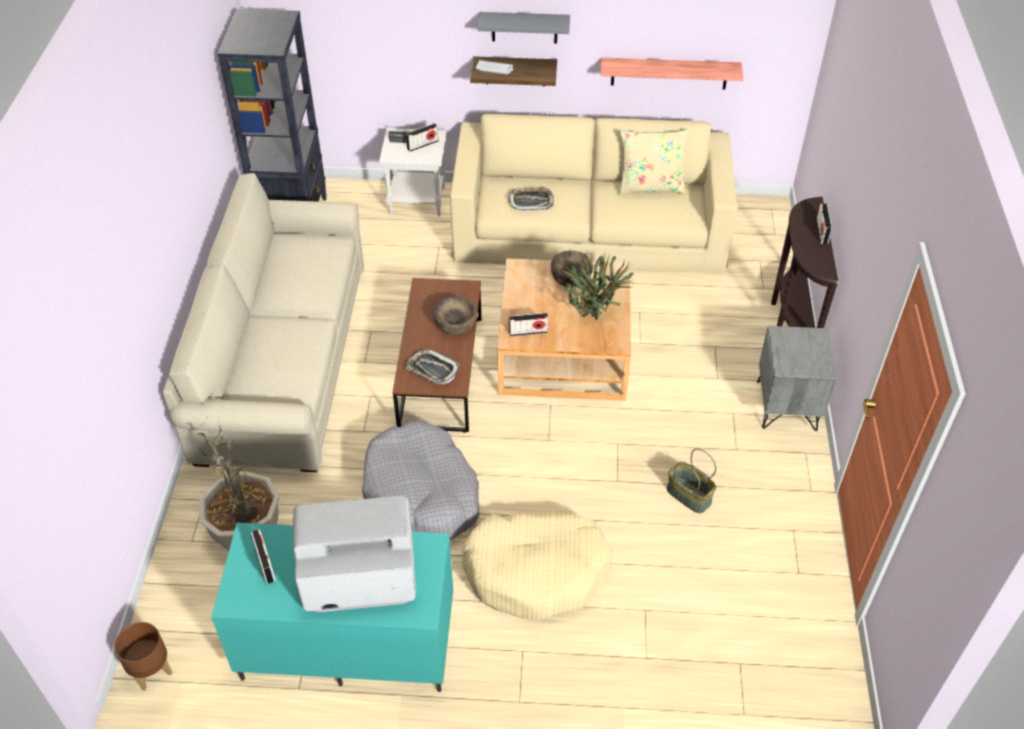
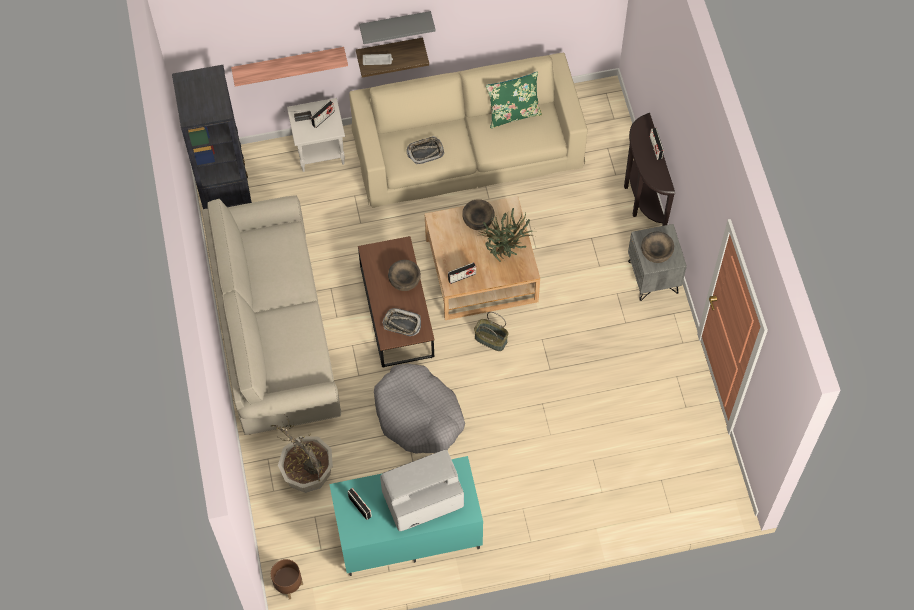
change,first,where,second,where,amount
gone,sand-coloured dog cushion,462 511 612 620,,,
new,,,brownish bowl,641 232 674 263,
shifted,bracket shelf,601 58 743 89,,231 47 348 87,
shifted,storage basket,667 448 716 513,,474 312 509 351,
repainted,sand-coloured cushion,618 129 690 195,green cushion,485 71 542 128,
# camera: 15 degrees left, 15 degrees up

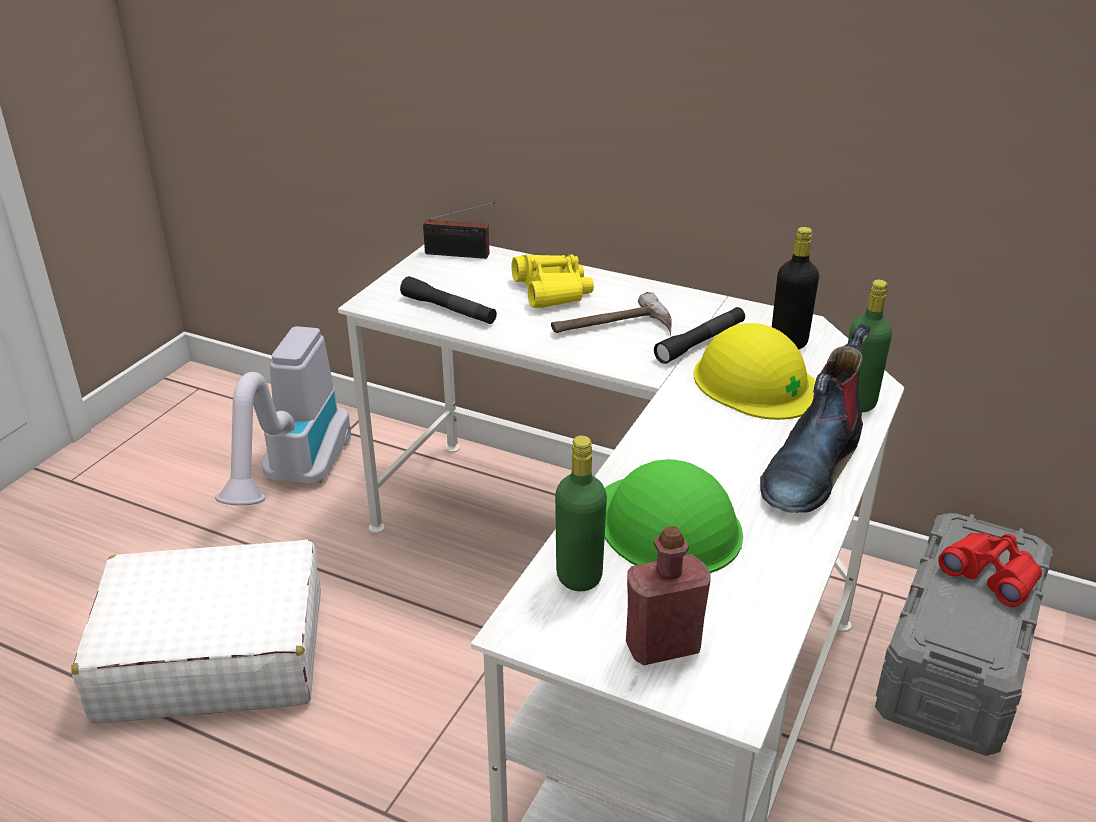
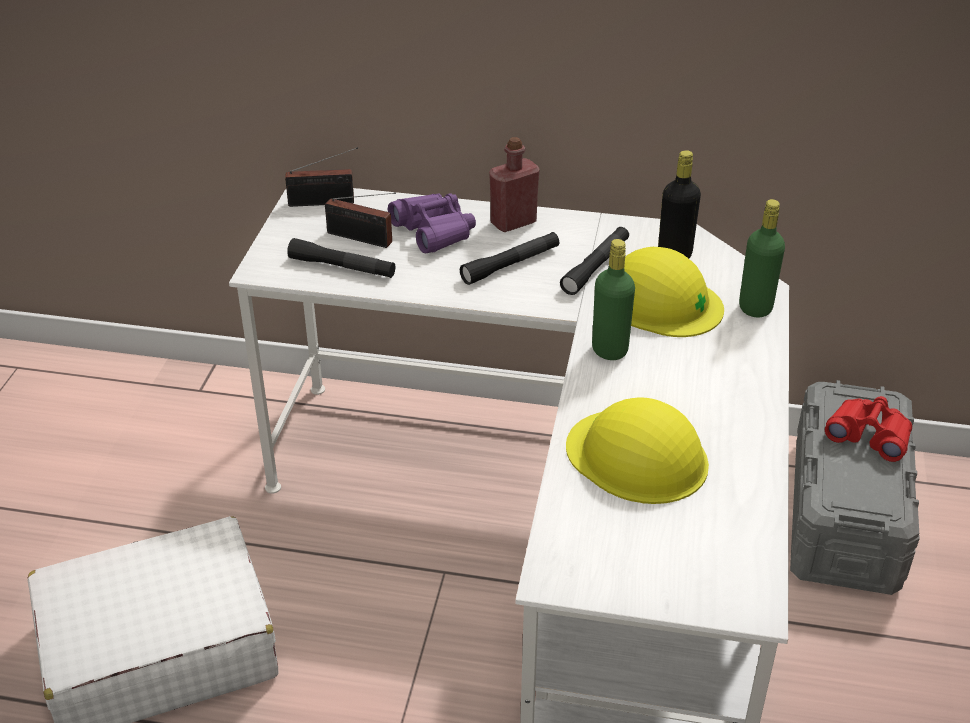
change,first,where,second,where,amount
gone,vacuum cleaner,215 326 351 505,,,
gone,tall boot,760 324 870 513,,,
new,,,radio set,325 192 396 248,
shifted,green beverage bottle,555 435 607 591,,592 239 635 360,
shifted,red beverage bottle,626 526 711 665,,489 137 540 232,
swapped,tool hammer,551 292 672 337,black flashlight,460 232 559 285,
repainted,yellow-coloured field glasses,511 254 594 308,purple-coloured field glasses,388 193 476 253,
repainted,green safety helmet,605 459 743 573,yellow-coloured safety helmet,566 398 709 504,
# camera: 15 degrees left, 5 degrees up

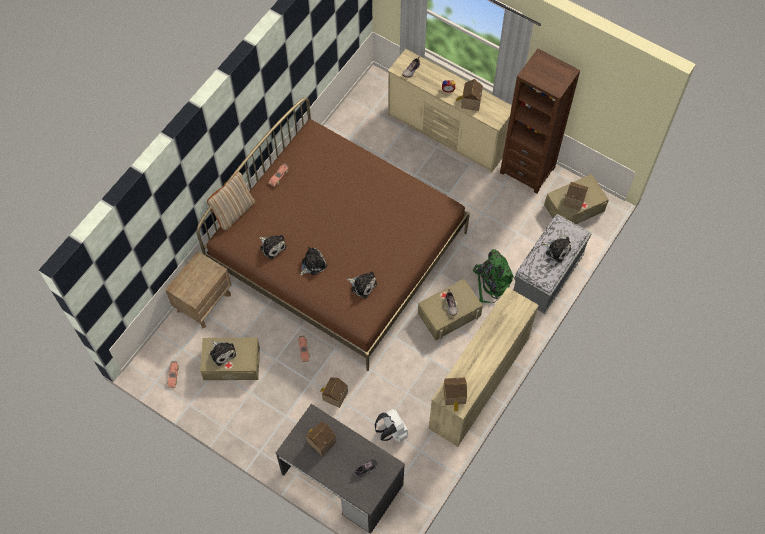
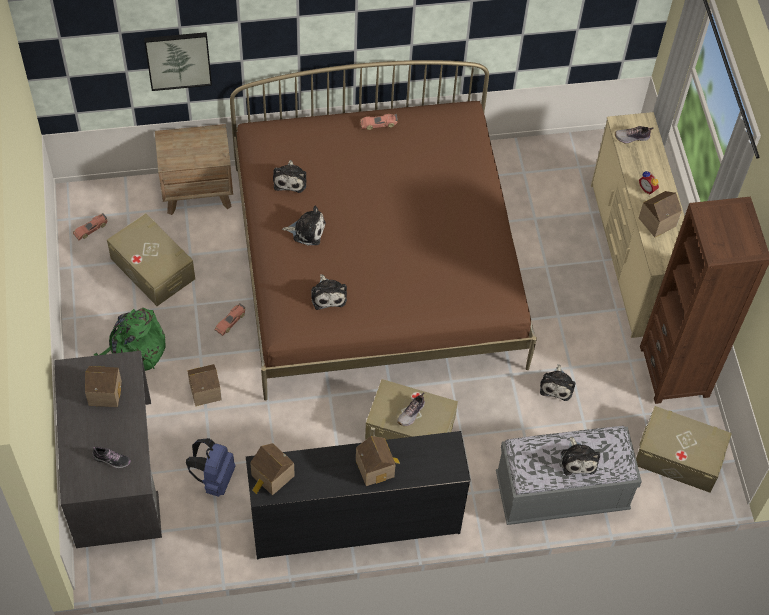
change,first,where,second,where,amount
gone,sand-coloured cushion,207 172 255 230,,,
new,,,wall picture,144 32 212 91,
shifted,plush toy,210 340 236 366,,540 364 575 401,
shifted,green backpack,473 249 515 303,,94 308 166 371,
shifted,miniature house,563 182 588 210,,356 436 400 486,
repainted,white backpack,375 409 408 442,blue backpack,186 438 236 497,
repainted,sand-coloured drawer chest,429 287 539 447,black drawer chest,246 431 471 560,
# camera: 45 degrees right, 5 degrees down

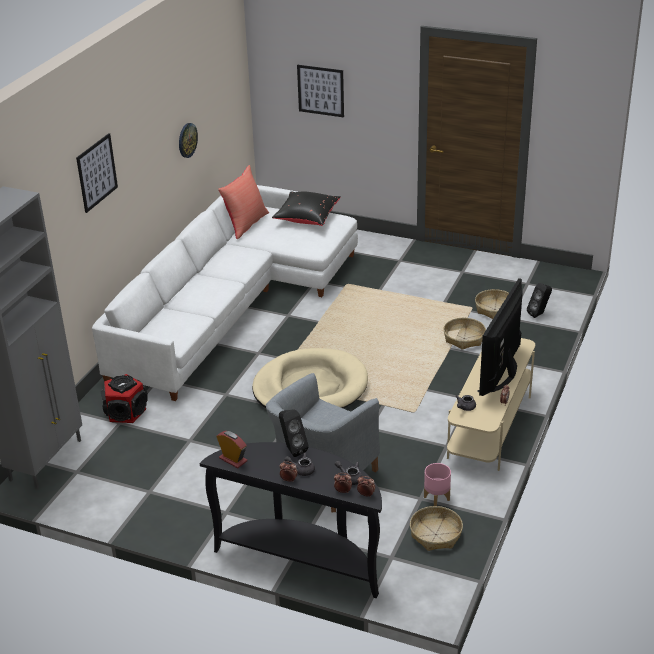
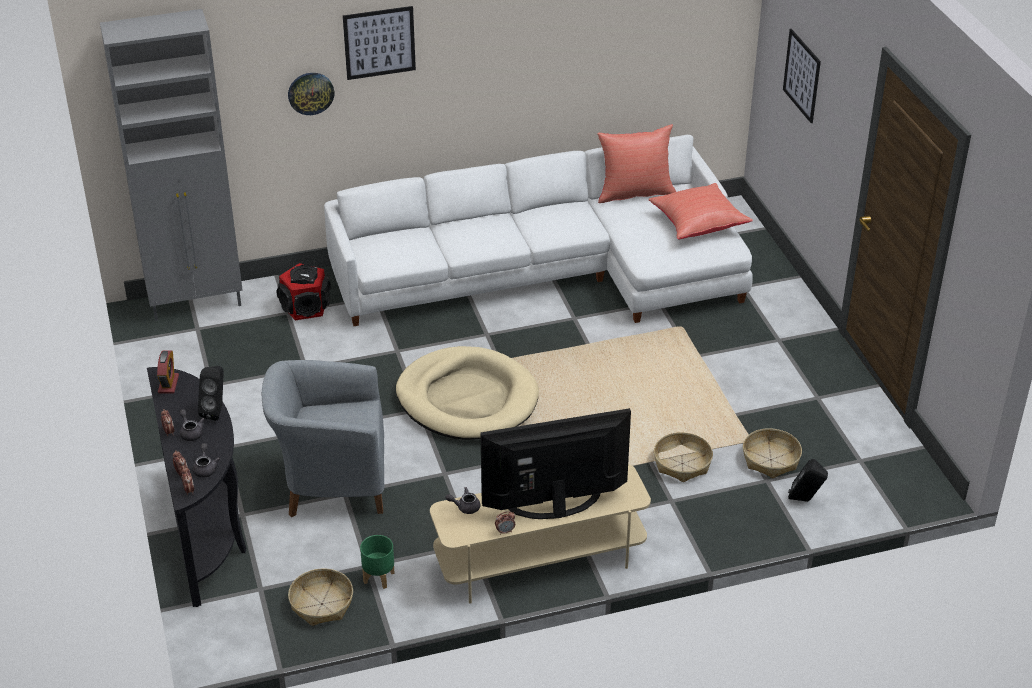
change,first,where,second,where,amount
shifted,clock on the wall,179 123 198 158,,288 73 334 115,
repainted,black cushion,272 191 341 226,red cushion,648 183 753 239,
repainted,pinkish planter,424 463 451 506,green planter,360 535 395 589,
# camera: 50 degrees right, 5 degrees up

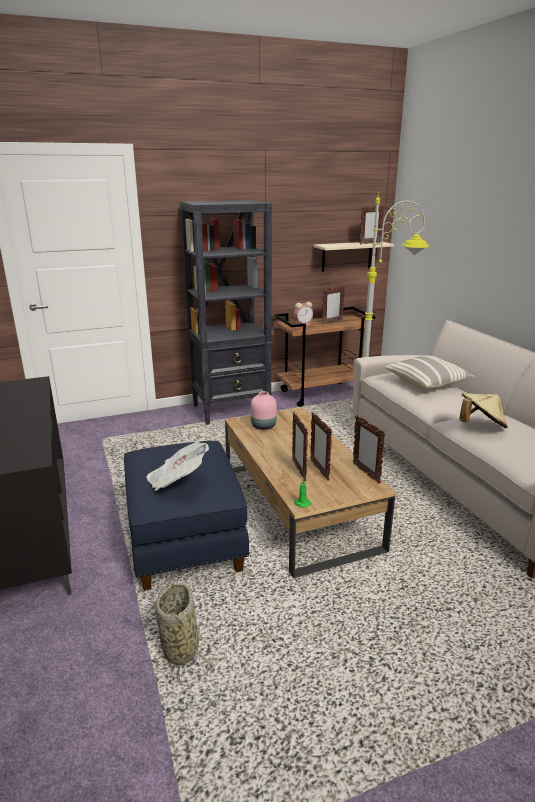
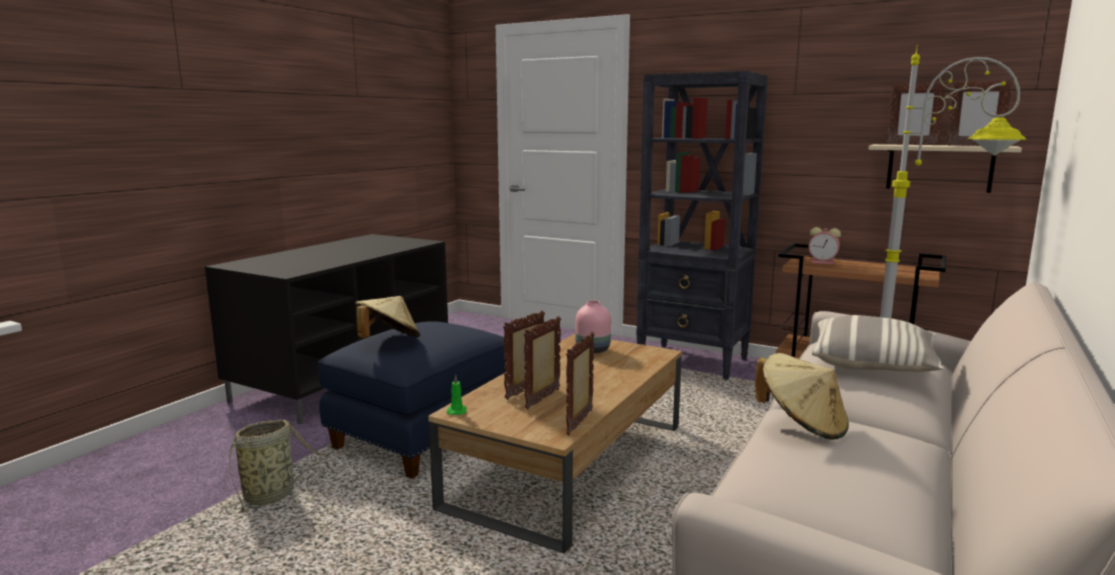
change,first,where,second,where,amount
shifted,picture frame,322 286 345 325,,887 82 946 145,
swapped,printed paper,146 441 209 491,sand-coloured hat,355 296 421 338,
# camera: 50 degrees right, 10 degrees down

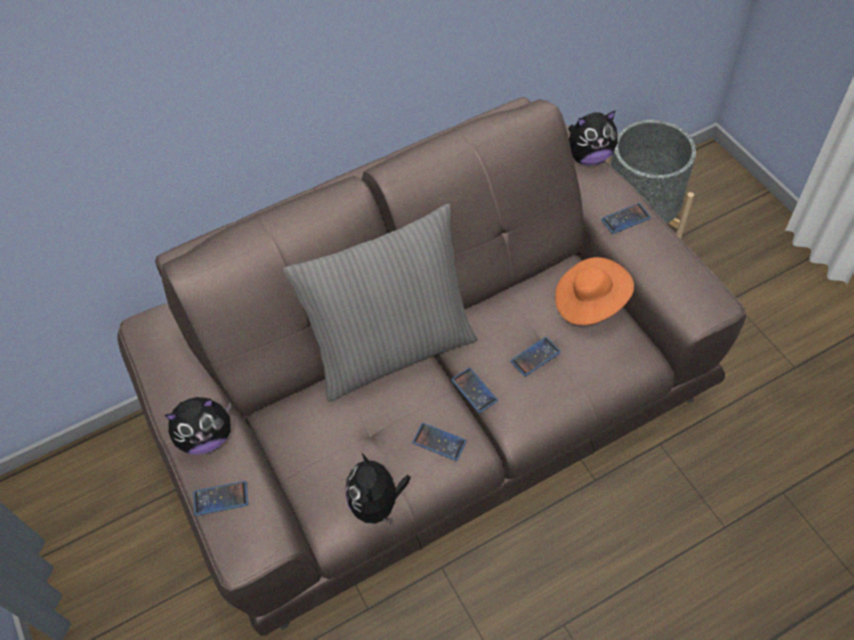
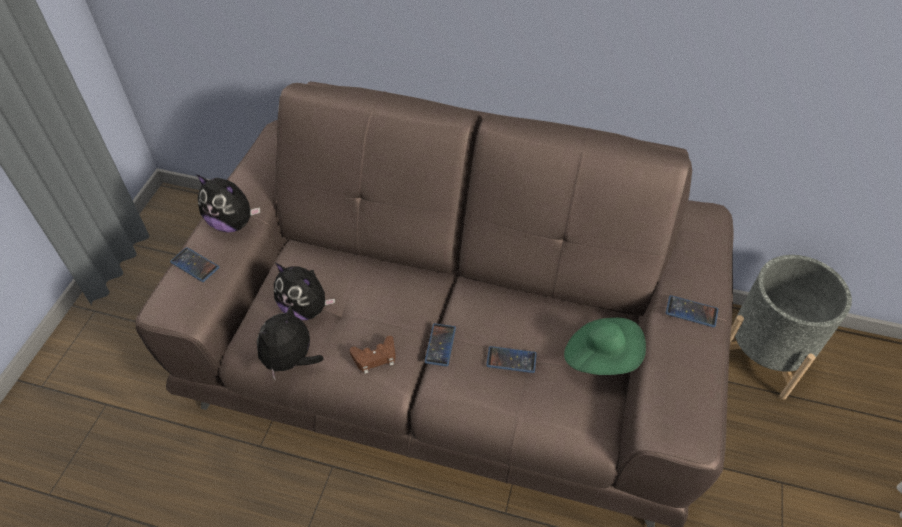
change,first,where,second,where,amount
gone,gray cushion,283 204 478 402,,,
shifted,plush toy,568 110 618 166,,274 263 335 320,
swapped,handset,412 423 467 461,brownish game controller,350 336 396 374,
repainted,orange-coloured hat,555 257 634 325,green hat,564 318 646 375,
# camera: 40 degrees right, 5 degrees down

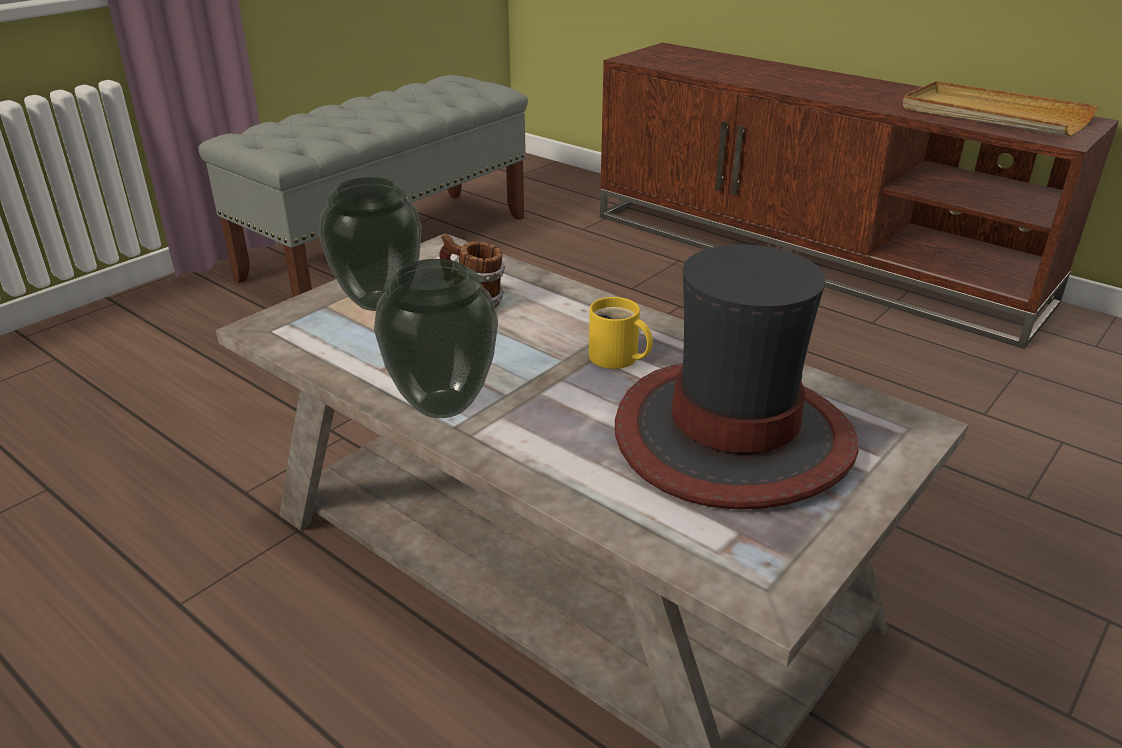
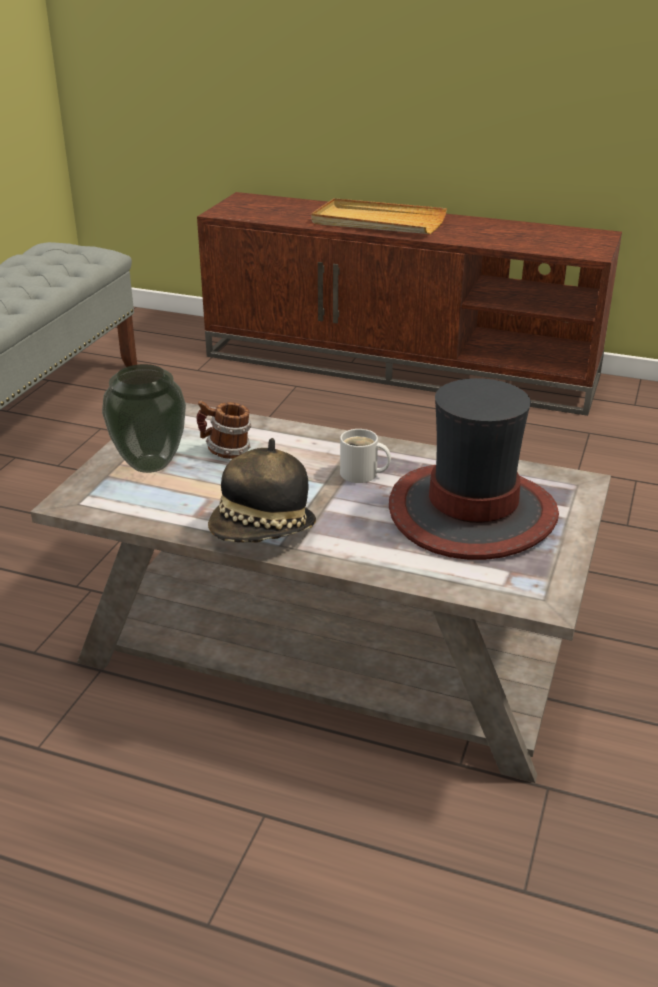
change,first,where,second,where,amount
shifted,sand-coloured serving tray,903 81 1098 137,,311 198 447 234,
swapped,vase,374 259 498 418,hat,208 438 316 543,
repainted,yellow-coloured tea mug,589 297 653 369,white tea mug,340 429 391 483,
# camera: 20 degrees left, 0 degrees up

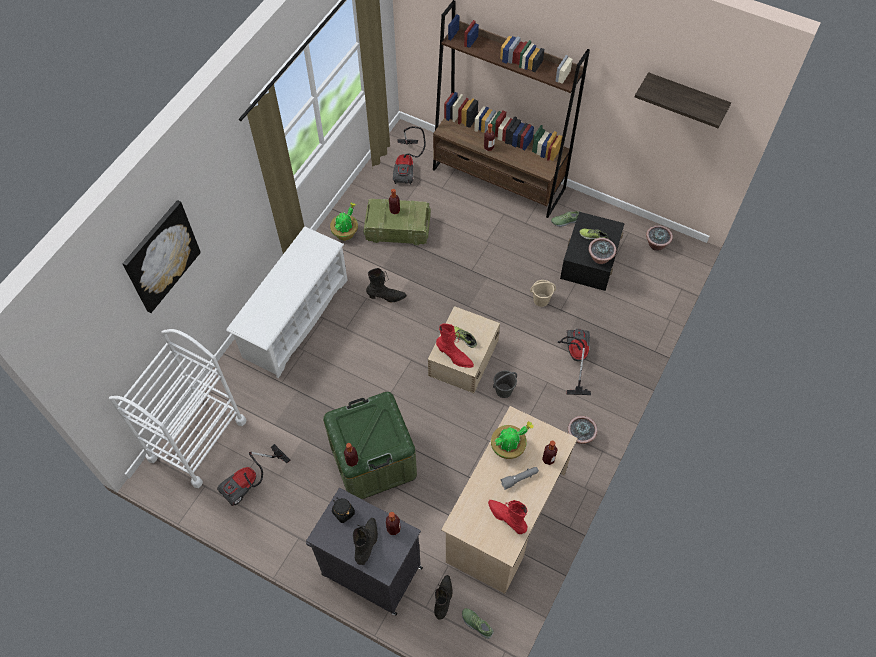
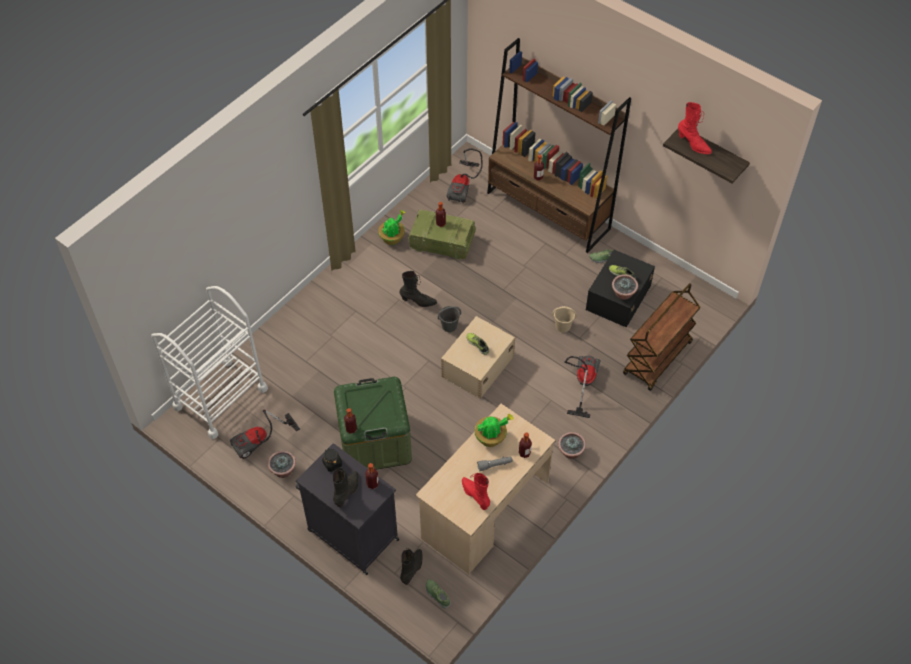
change,first,where,second,where,amount
gone,wall picture,122 200 201 313,,,
gone,white shoe rack,226 227 348 378,,,
new,,,brownish trolley,623 283 701 391,
shifted,red tall boot,436 324 474 368,,678 102 712 154,
shifted,gray water bucket,493 370 517 398,,438 306 461 332,
shifted,houseplant,646 225 673 251,,268 451 296 478,
# camera: 10 degrees right, 5 degrees down

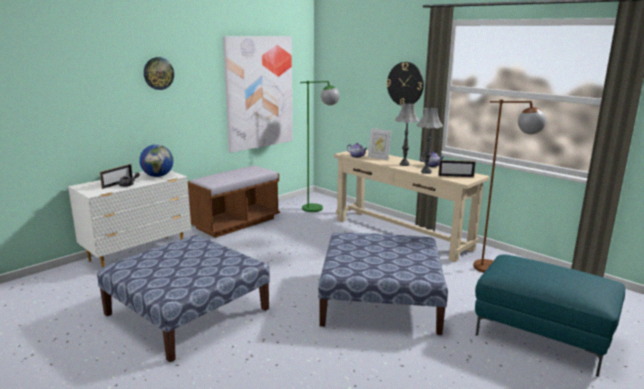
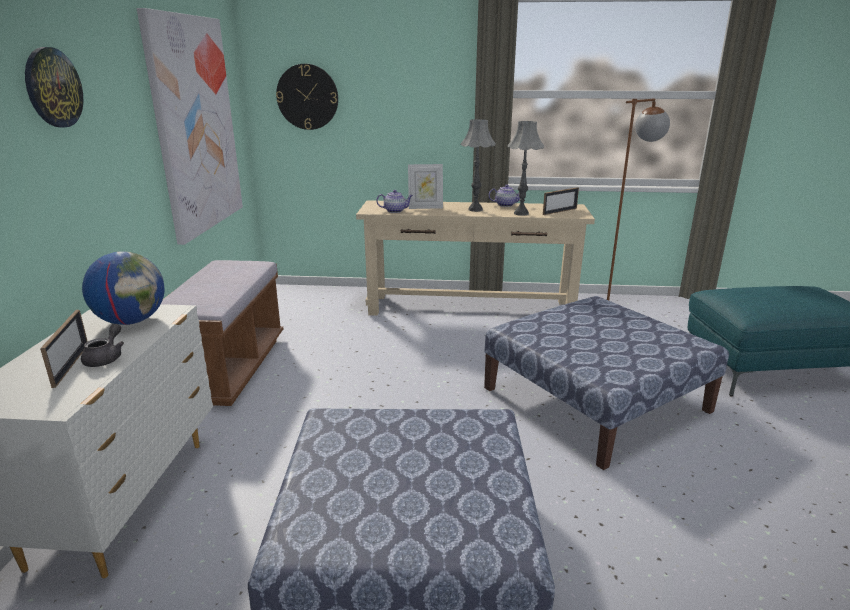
change,first,where,second,where,amount
gone,green floor lamp,300 81 340 212,,,
shifted,clock on the wall,387 62 424 106,,276 64 338 130,
# camera: 40 degrees left, 5 degrees up

